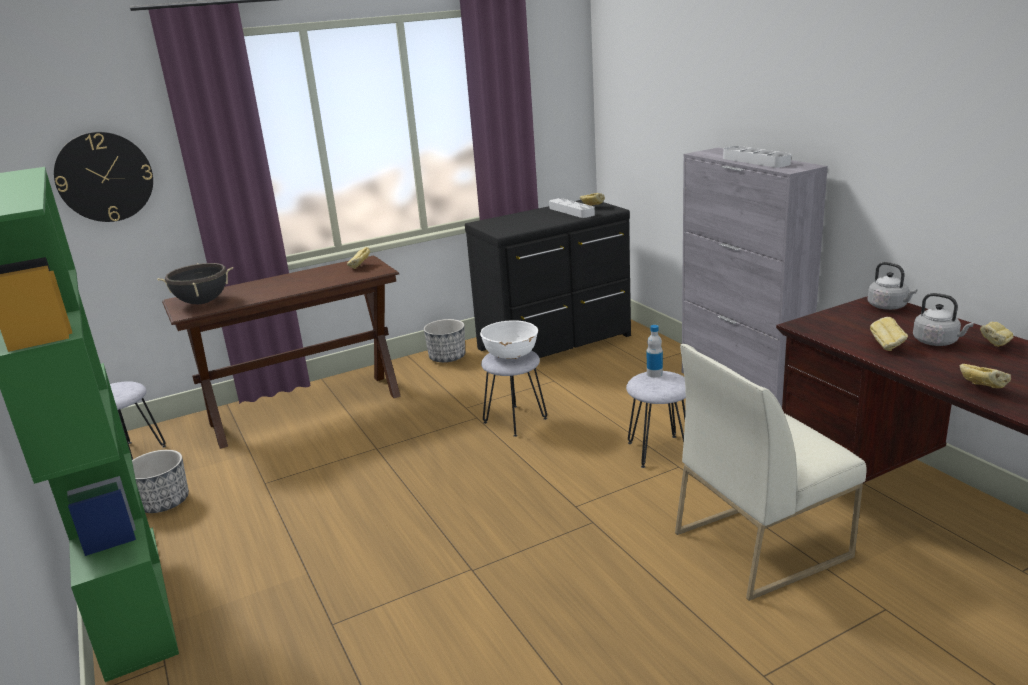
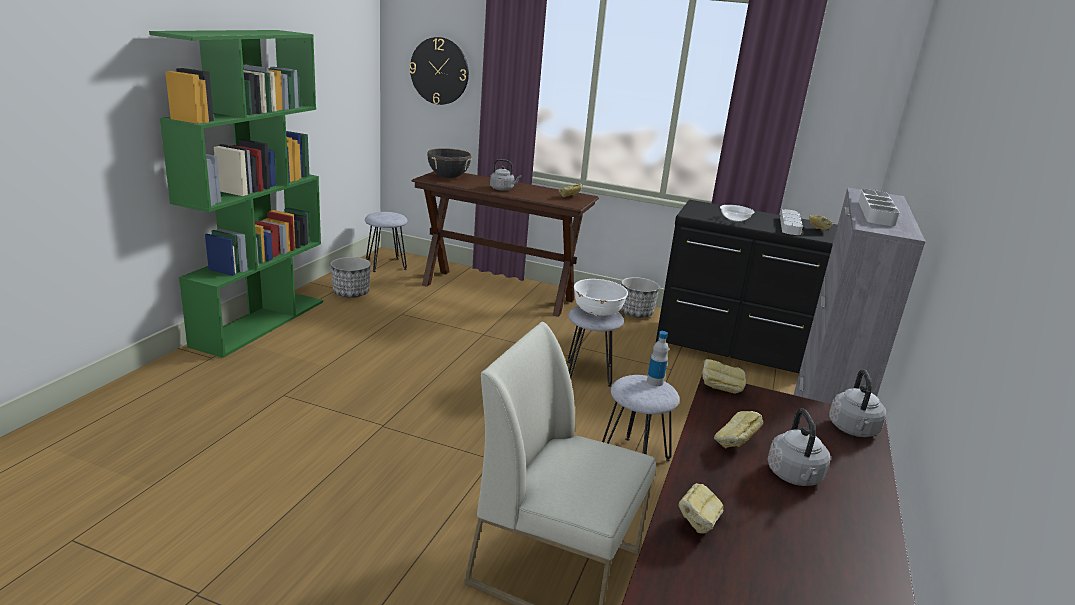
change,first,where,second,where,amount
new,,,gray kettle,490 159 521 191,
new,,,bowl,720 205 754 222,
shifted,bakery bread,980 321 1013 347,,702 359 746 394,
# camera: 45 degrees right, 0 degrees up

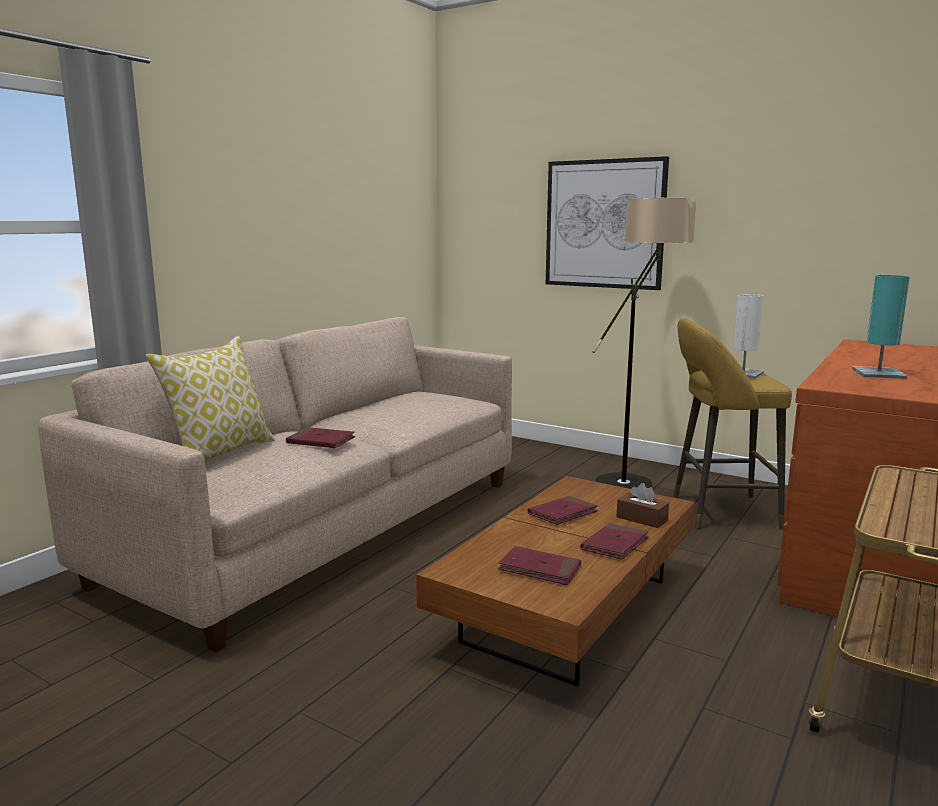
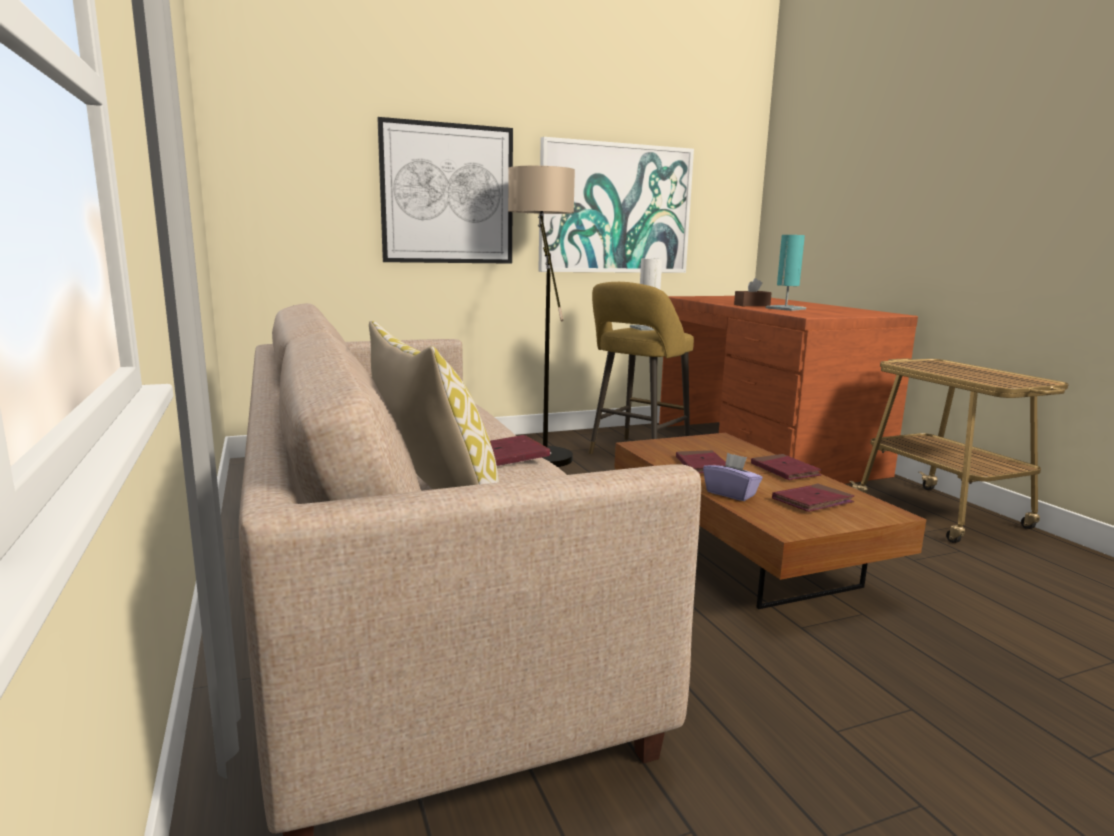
change,first,where,second,where,amount
new,,,wall picture,538 137 694 273,
new,,,purple-coloured box of tissues,703 453 762 501,
shifted,brownish box of tissues,617 483 669 528,,734 278 772 306,
# camera: 55 degrees left, 0 degrees up

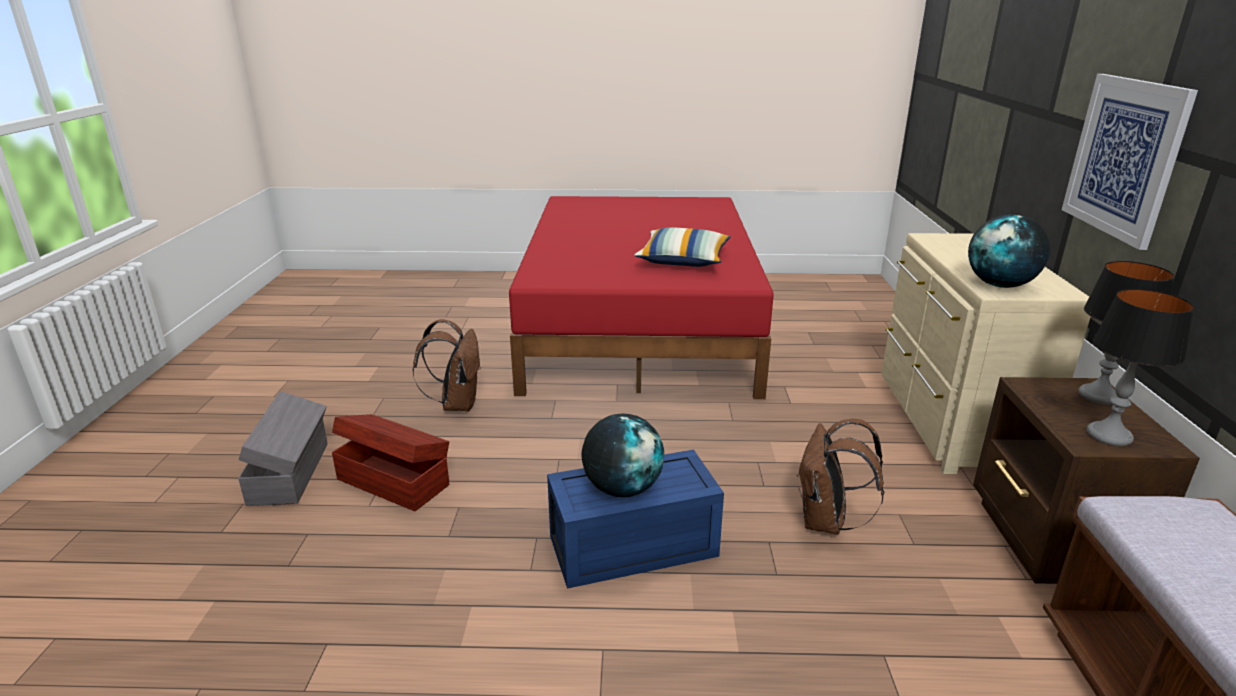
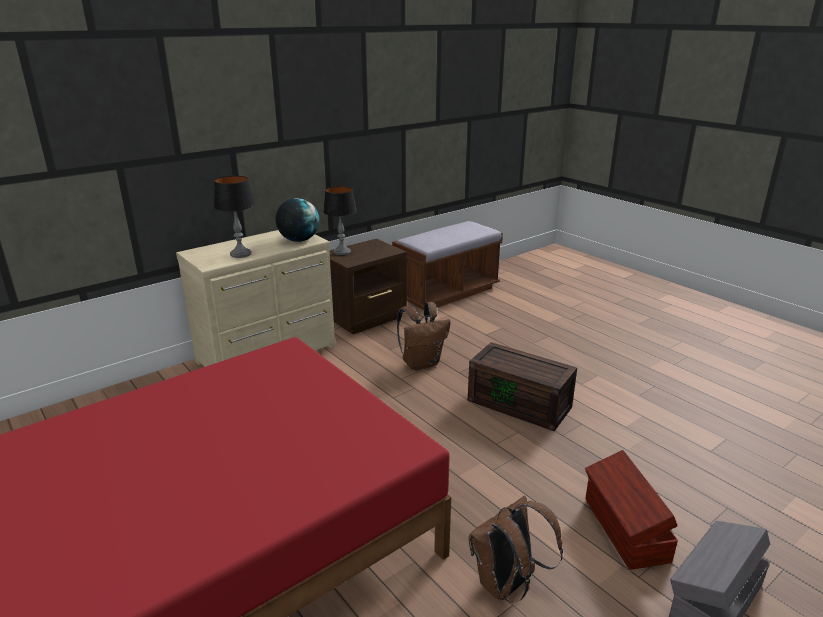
change,first,where,second,where,amount
gone,desk globe,581 413 664 497,,,
gone,cushion,634 227 731 267,,,
gone,wall picture,1062 74 1198 250,,,
shifted,tabletop lamp,1087 289 1194 446,,214 176 255 258,
repainted,blue storage container,547 450 724 589,brownish storage container,468 342 577 431,
# camera: 130 degrees left, 0 degrees up

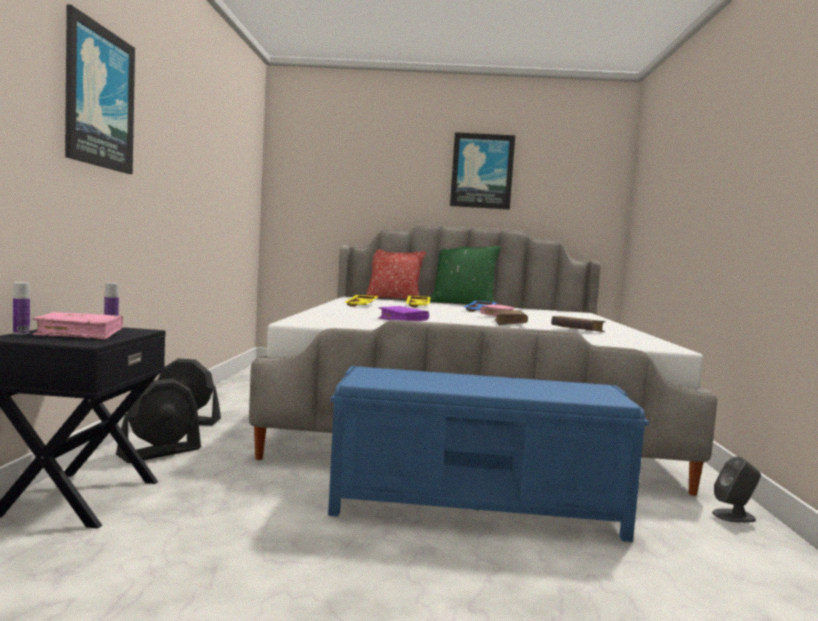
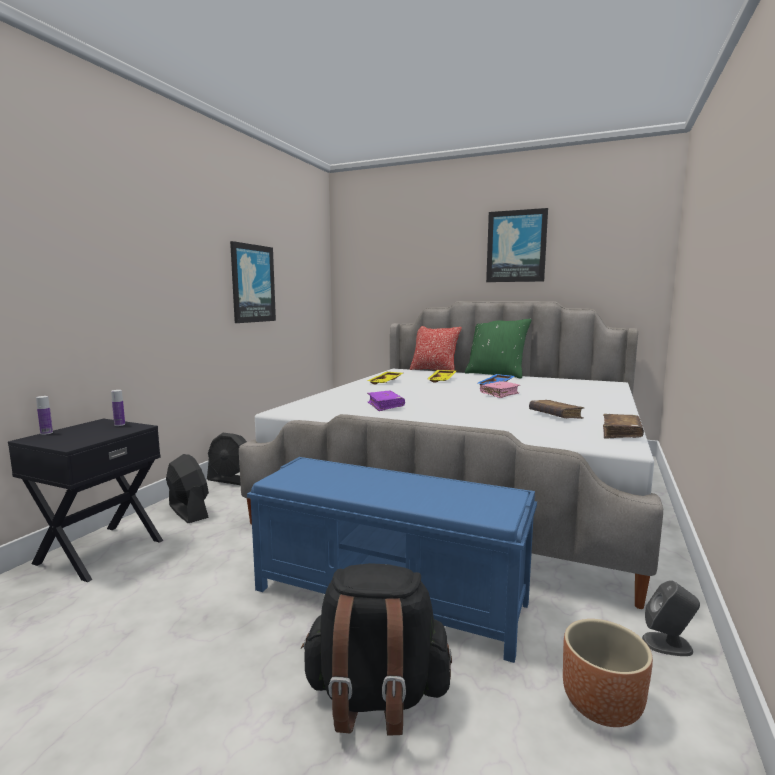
change,first,where,second,where,amount
gone,pinkish volume,32 312 123 340,,,
new,,,black backpack,301 563 452 736,
new,,,brownish planter,563 619 653 727,
shifted,wall picture,65 4 135 174,,230 241 276 323,
shifted,brownish volume,494 310 528 325,,603 414 644 439,
rotated,black fan,116 378 201 463,,166 454 209 523,105 degrees counterclockwise
# camera: 20 degrees right, 5 degrees up

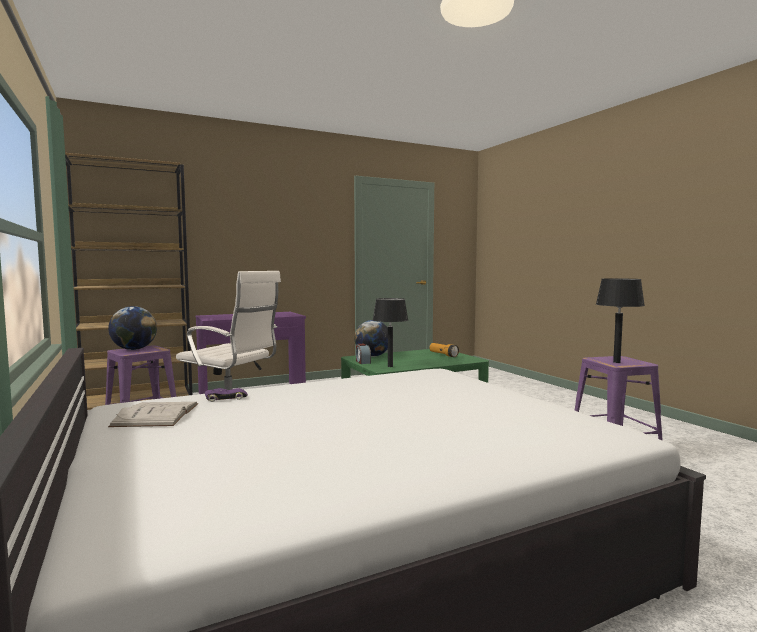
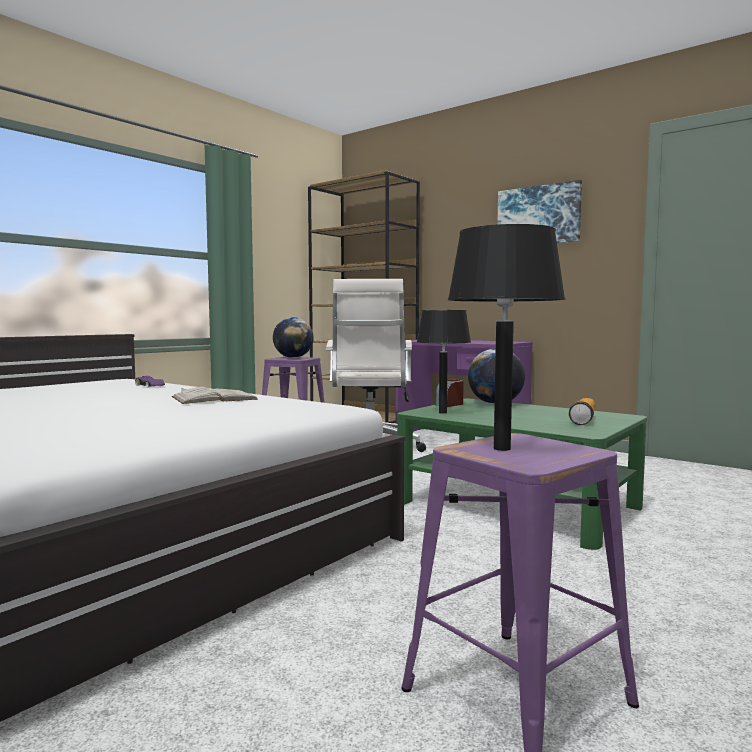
change,first,where,second,where,amount
new,,,wall picture,497 180 582 243,
shifted,white volume,108 402 198 427,,172 387 258 404,
# camera: 65 degrees right, 0 degrees up

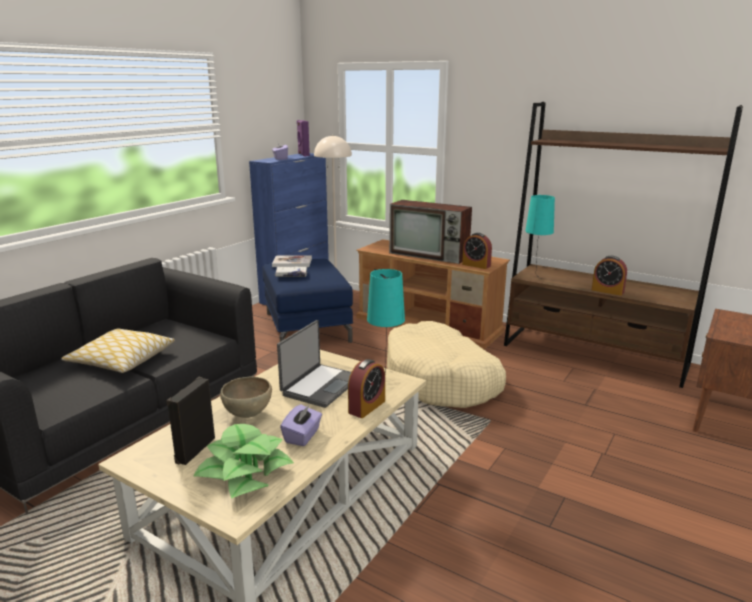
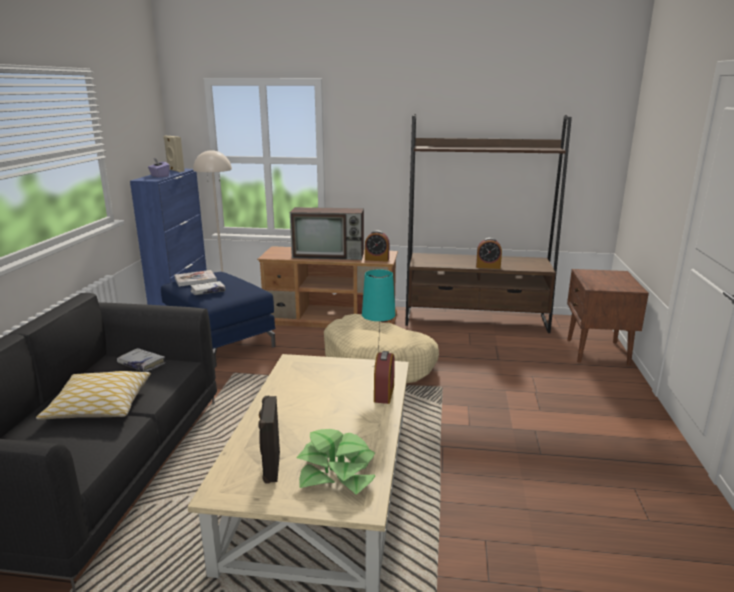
change,first,where,second,where,amount
gone,brownish bowl,220 377 272 418,,,
gone,laptop,277 320 351 408,,,
gone,purple-coloured box of tissues,280 404 322 446,,,
gone,turquoise-coloured tabletop lamp,525 195 555 278,,,
new,,,white volume,117 348 165 372,
repainted,purple-coloured audio speaker,297 120 310 156,sand-coloured audio speaker,164 136 184 172,
# camera: 25 degrees left, 0 degrees up

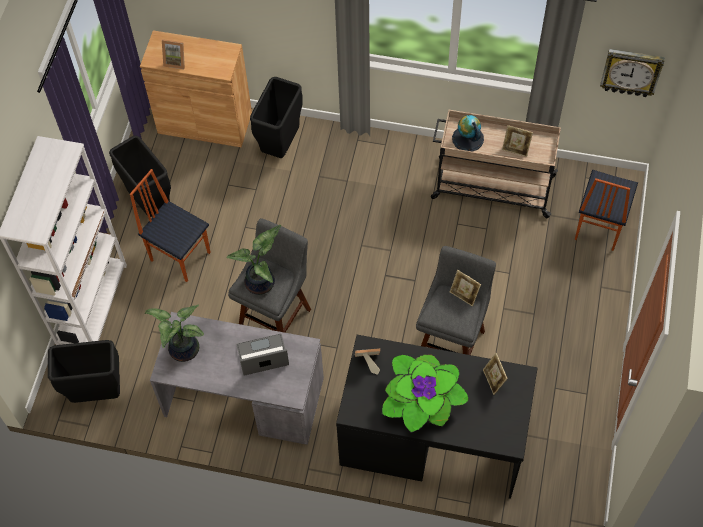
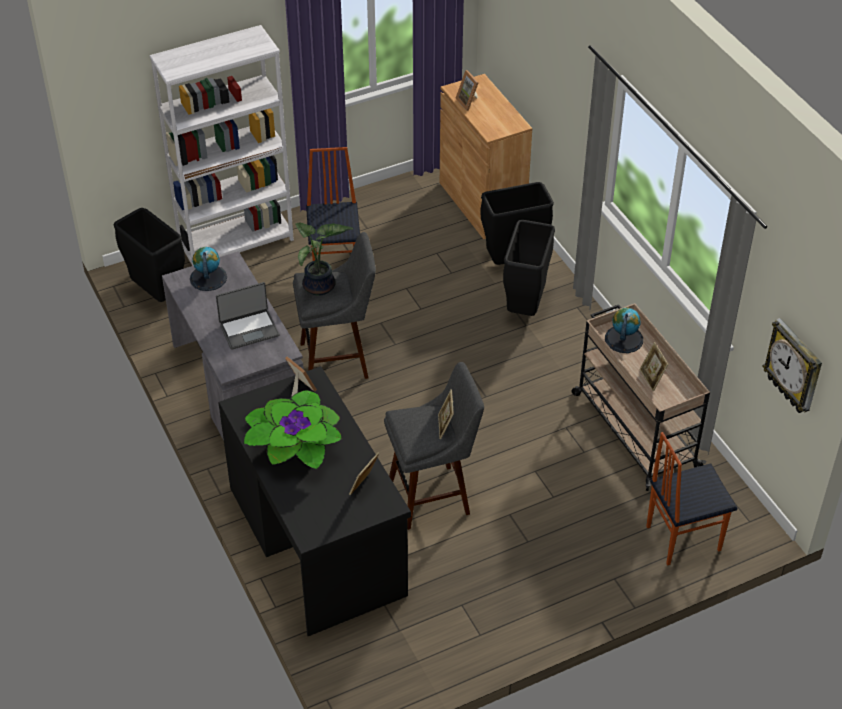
change,first,where,second,where,amount
shifted,black rubbish bin,109 135 171 217,,503 220 555 316,
swapped,houseplant,145 305 204 362,desk globe,190 247 227 291,
rotated,laptop,237 334 289 376,,216 282 280 350,120 degrees clockwise
# camera: 50 degrees right, 15 degrees down

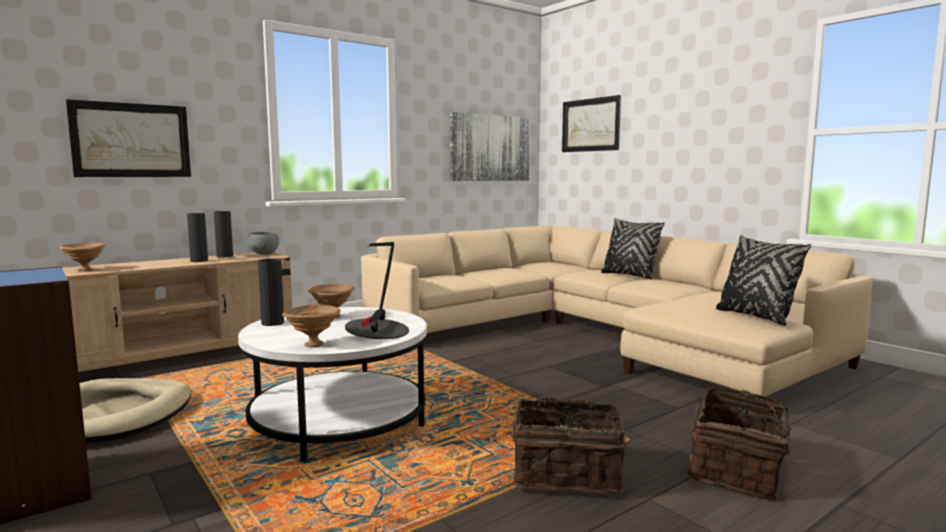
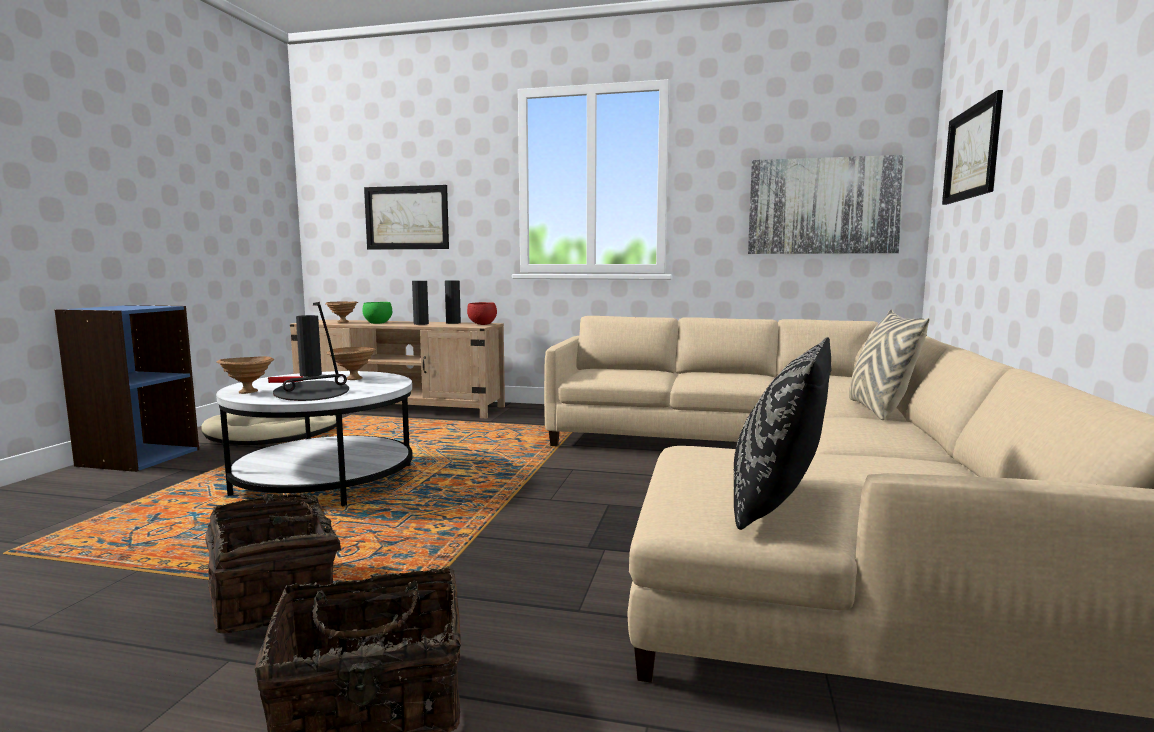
change,first,where,second,where,amount
new,,,green bowl,362 302 392 324,
repainted,gray bowl,247 231 279 255,red bowl,467 302 497 325,
repainted,black cushion,601 218 665 279,sand-coloured cushion,849 309 930 420,
# camera: 50 degrees right, 0 degrees up

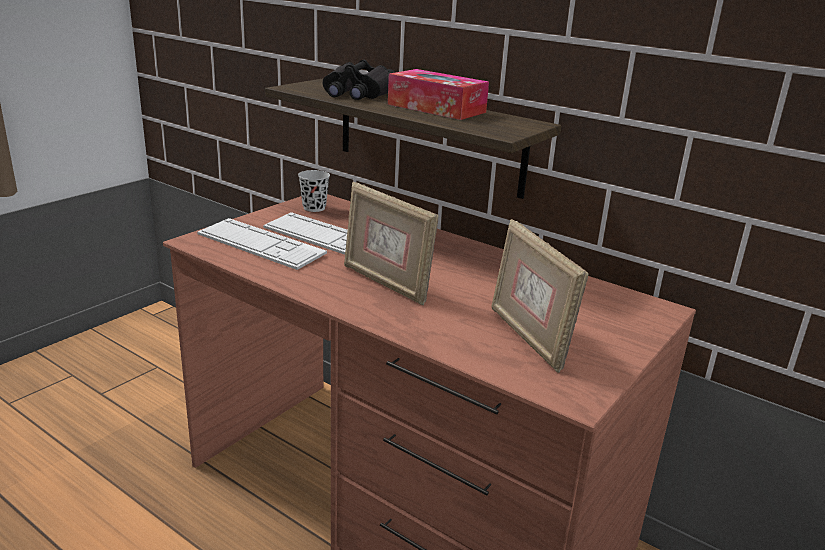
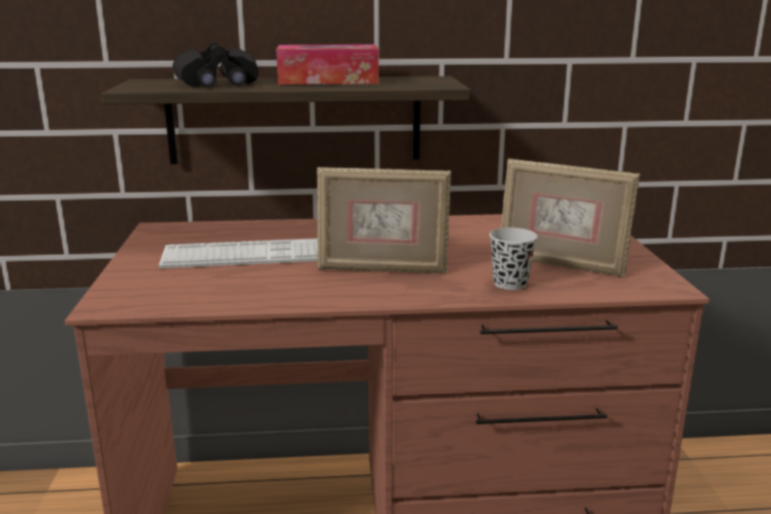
change,first,where,second,where,amount
gone,keyboard,197 218 327 270,,,
shifted,black drinking cup,298 170 330 212,,489 228 537 290,
# camera: 40 degrees left, 5 degrees down

